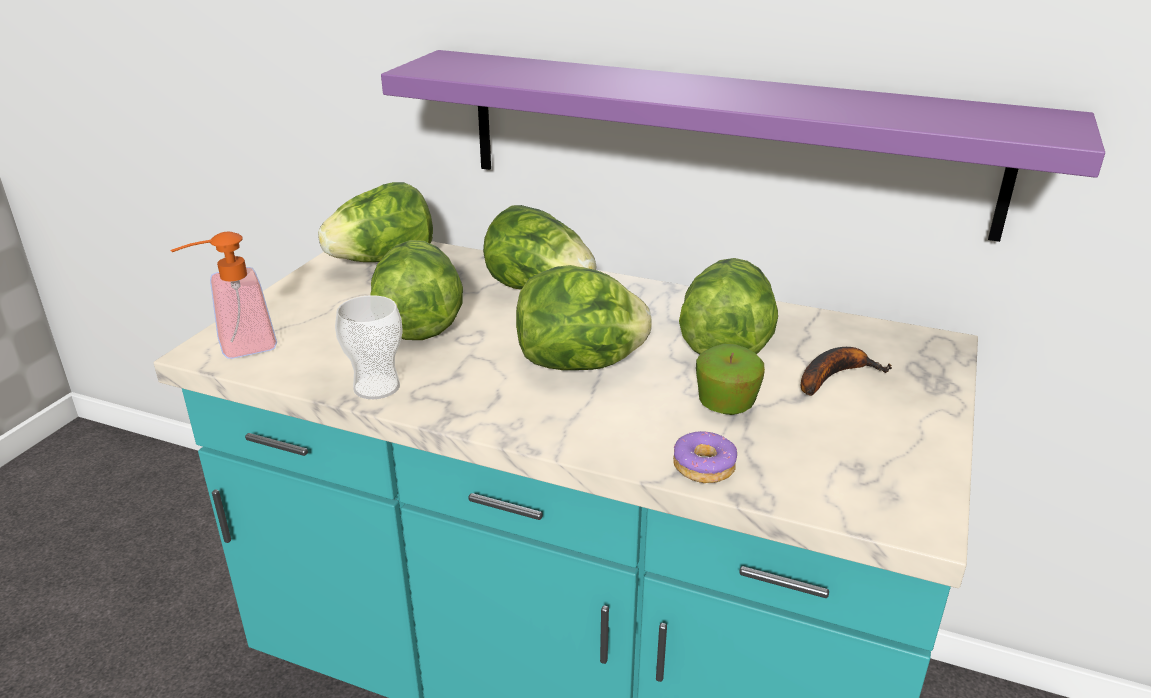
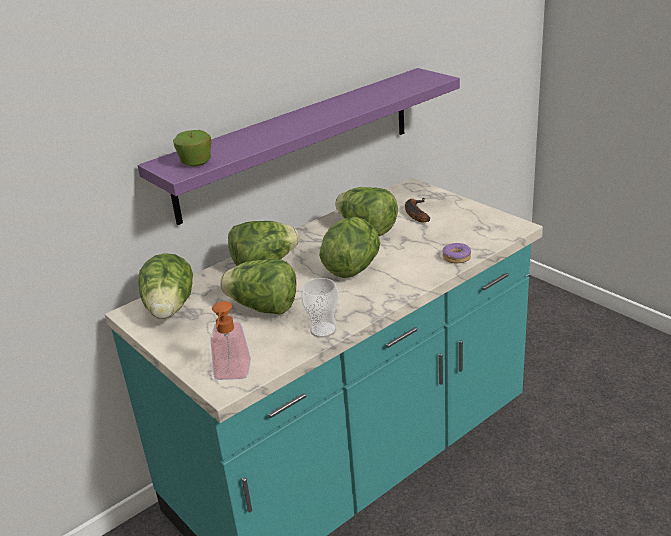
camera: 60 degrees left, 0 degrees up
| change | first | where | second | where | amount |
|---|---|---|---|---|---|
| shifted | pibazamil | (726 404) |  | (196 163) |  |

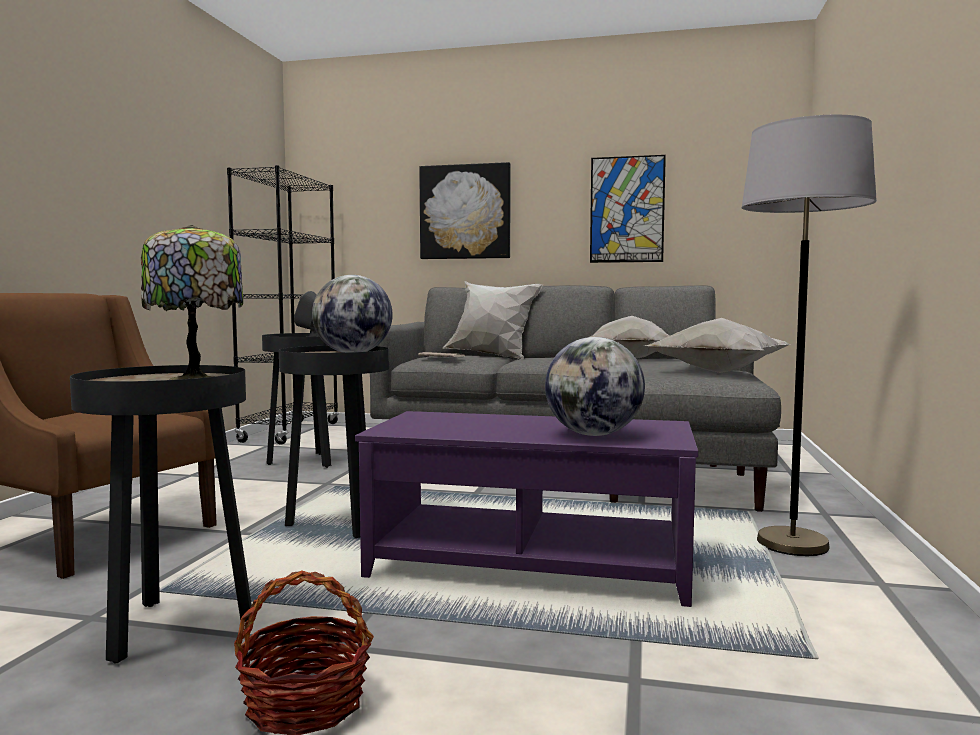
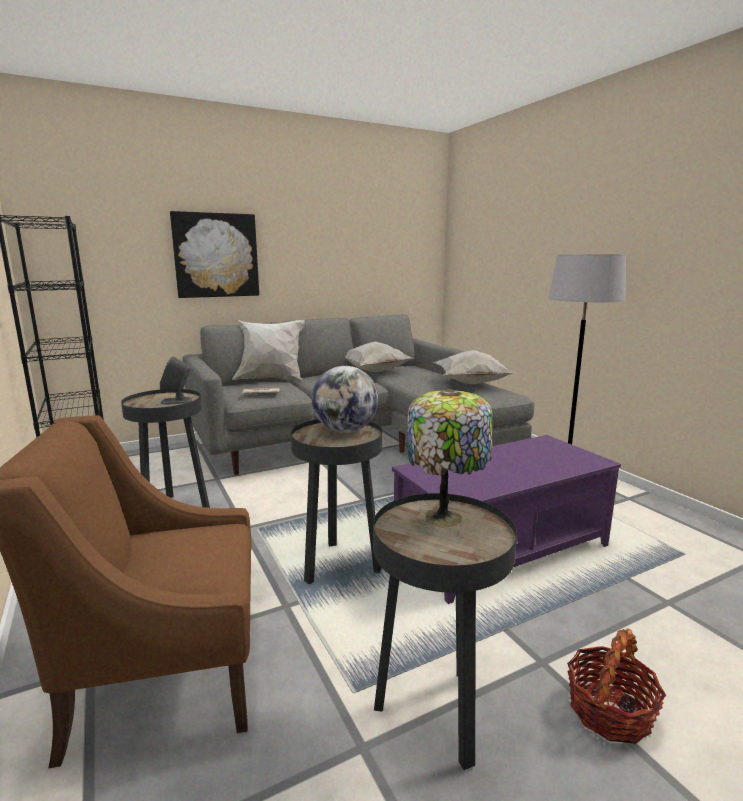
camera: 40 degrees left, 10 degrees up
| change | first | where | second | where | amount |
|---|---|---|---|---|---|
| gone | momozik | (627 209) |  |  |  |
| gone | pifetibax | (594 435) |  |  |  |

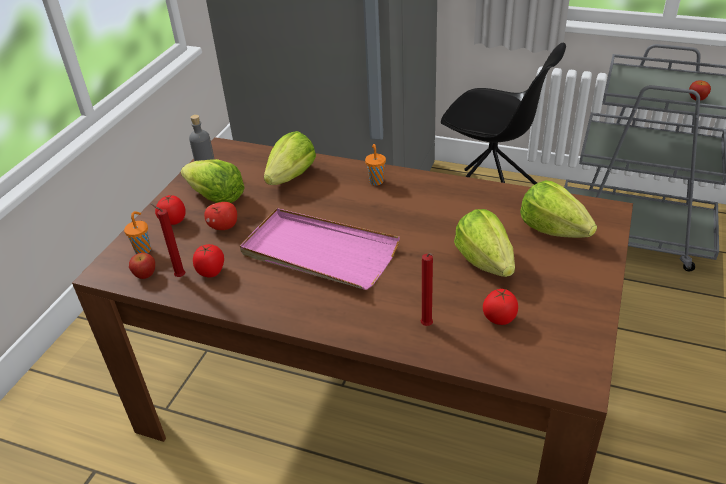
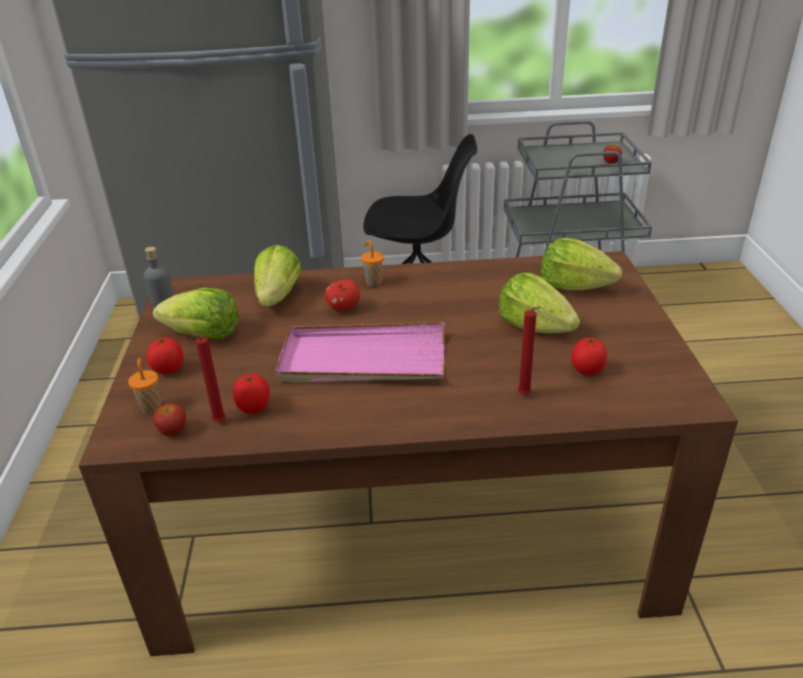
camera: 25 degrees left, 5 degrees down
| change | first | where | second | where | amount |
|---|---|---|---|---|---|
| shifted | pibazamil | (224 227) |  | (343 308) |  |

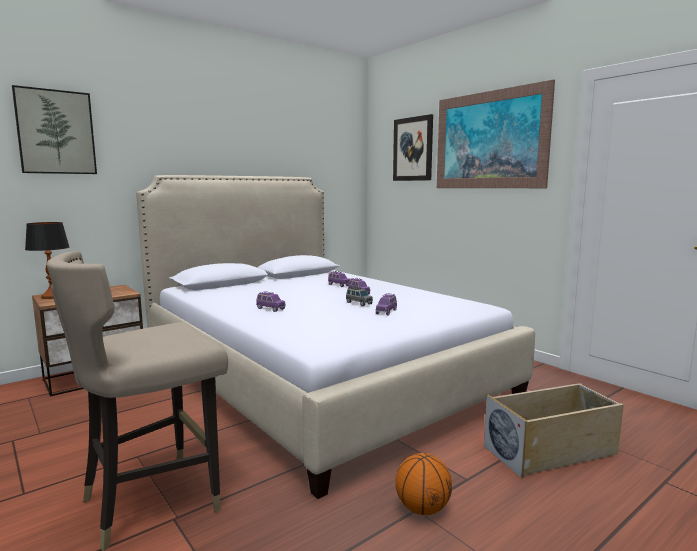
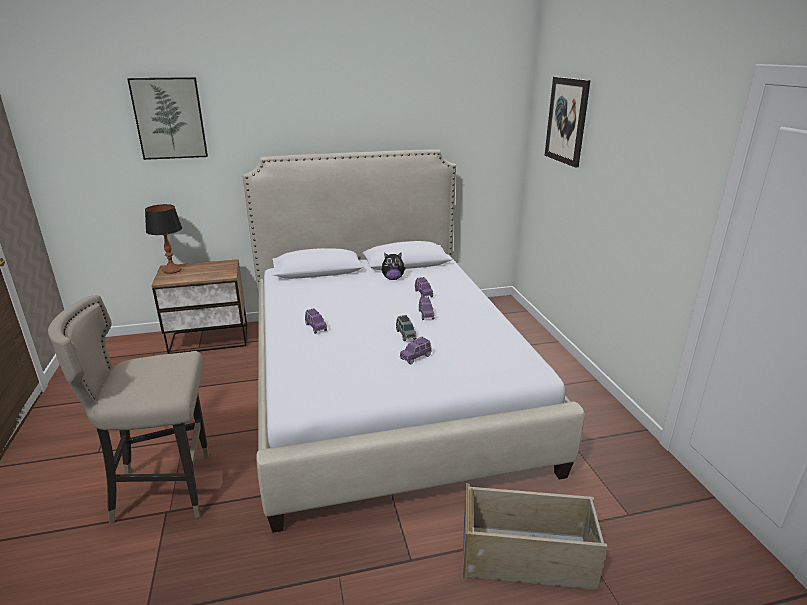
camera: 25 degrees right, 15 degrees up
| change | first | where | second | where | amount |
|---|---|---|---|---|---|
| gone | momozik | (489 140) |  |  |  |
| gone | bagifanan | (422 509) |  |  |  |
| new |  |  | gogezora | (393 278) |  |

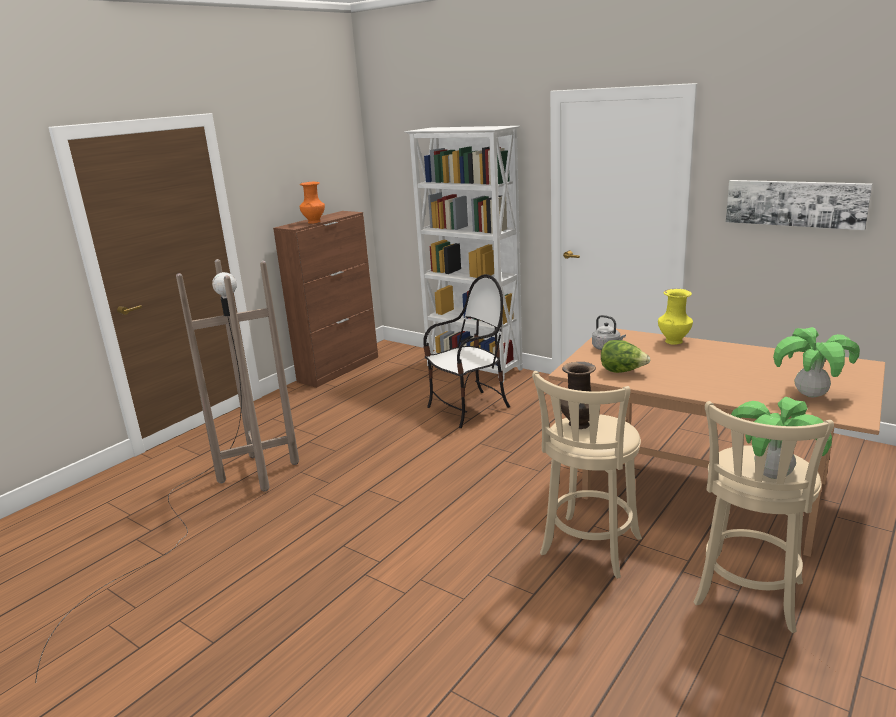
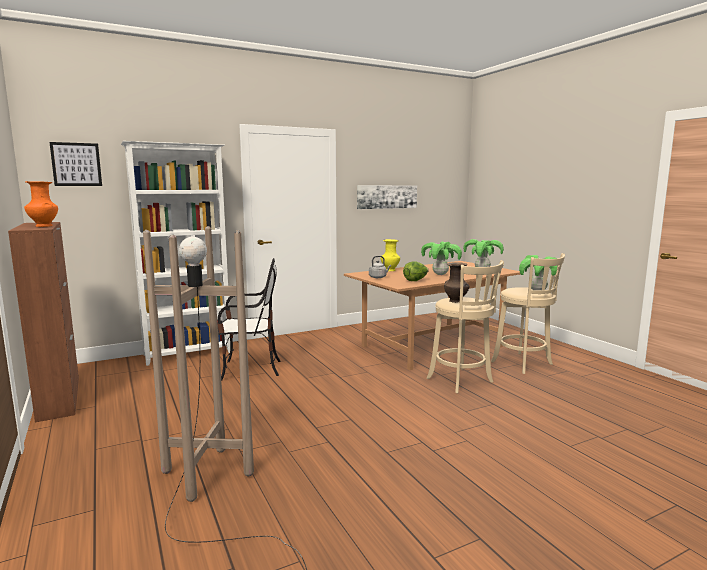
camera: 65 degrees left, 10 degrees down
| change | first | where | second | where | amount |
|---|---|---|---|---|---|
| rotated | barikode | (469 409) |  | (250 369) | 90 degrees clockwise |
| new |  |  | momozik | (76 164) |  |
| new |  |  | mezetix | (440 274) |  |

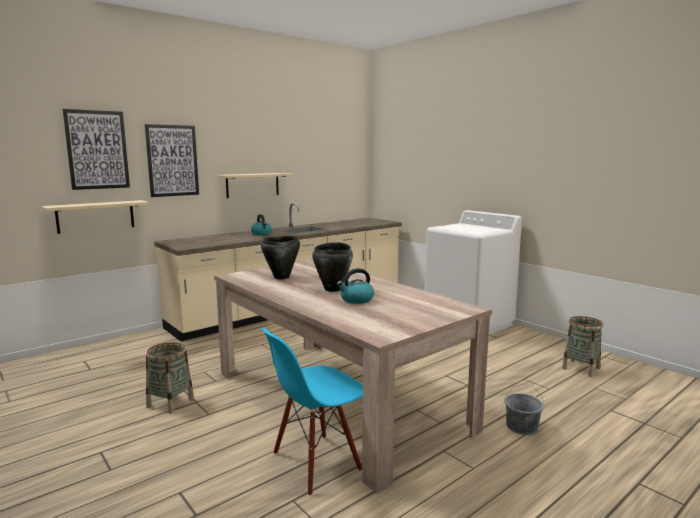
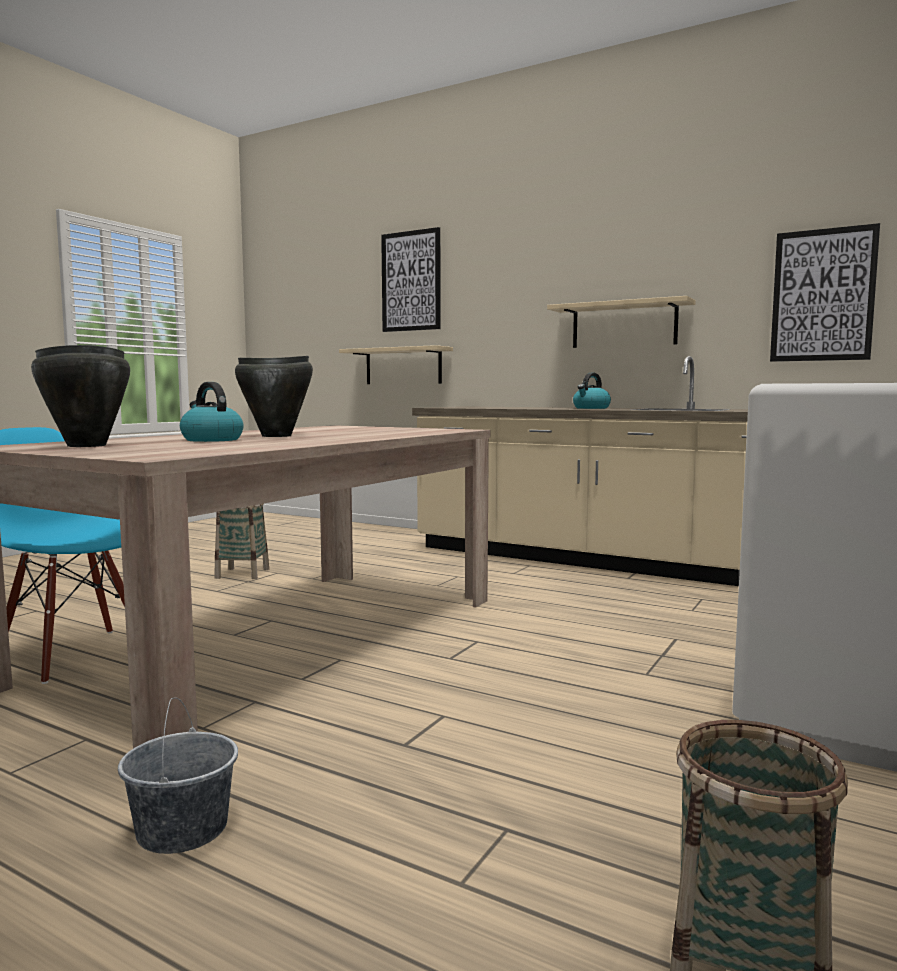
camera: 70 degrees right, 5 degrees down
| change | first | where | second | where | amount |
|---|---|---|---|---|---|
| shifted | momozik | (172 160) |  | (822 295) |  |
| shifted | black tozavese | (282 277) |  | (86 446) |  |

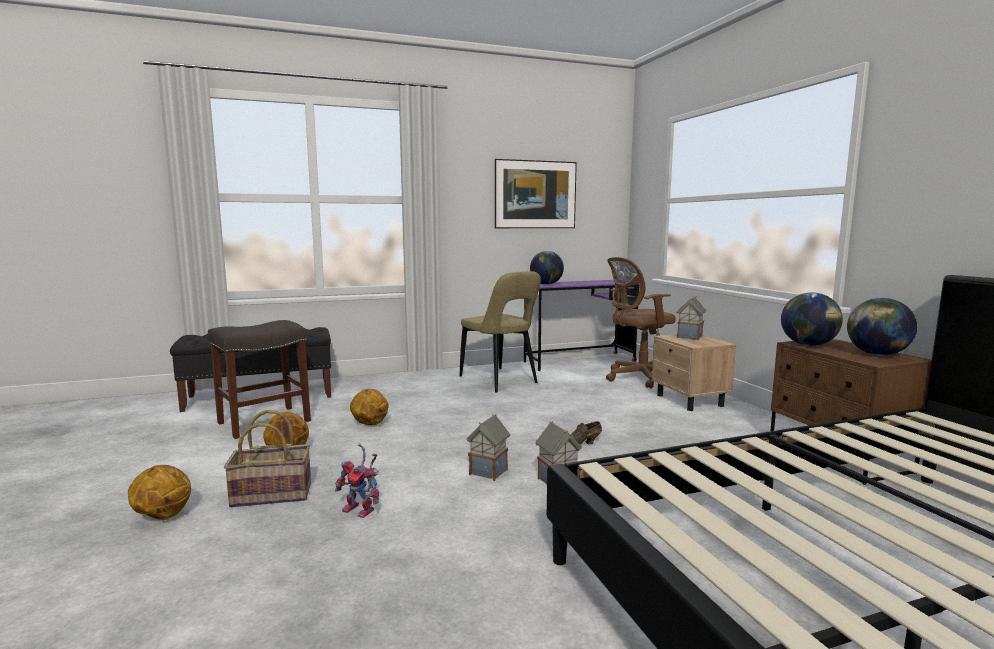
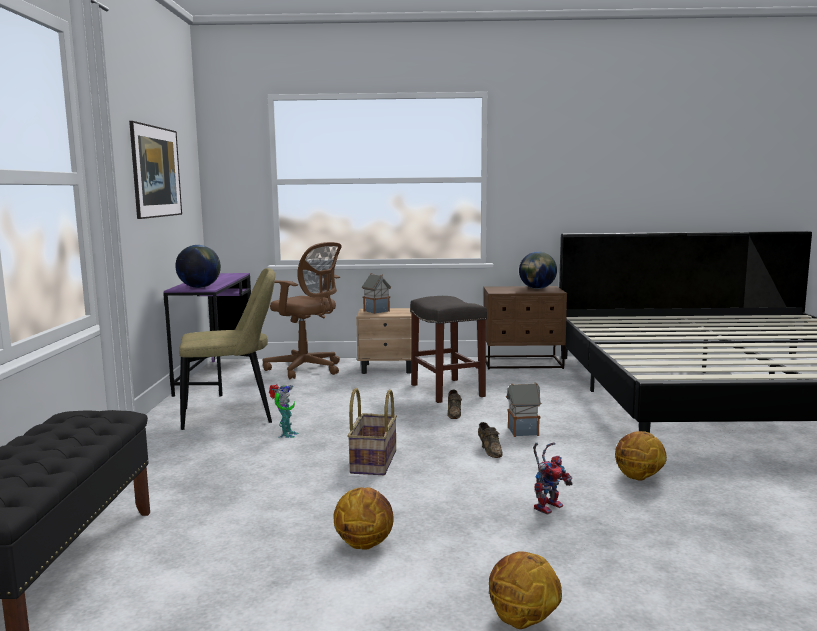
camera: 70 degrees left, 0 degrees up
| change | first | where | second | where | amount |
|---|---|---|---|---|---|
| rotated | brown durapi | (639 378) |  | (307 369) | 60 degrees counterclockwise |
| gone | pifetibax | (808 345) |  |  |  |
| shifted | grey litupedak | (263 422) |  | (448 390) |  |
| shifted | bagifanan | (369 424) |  | (638 478) |  |
| shifted | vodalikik | (272 494) |  | (372 461) |  |
| swapped | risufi | (488 471) | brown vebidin | (490 450) |  |
| new |  |  | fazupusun | (285 435) |  |

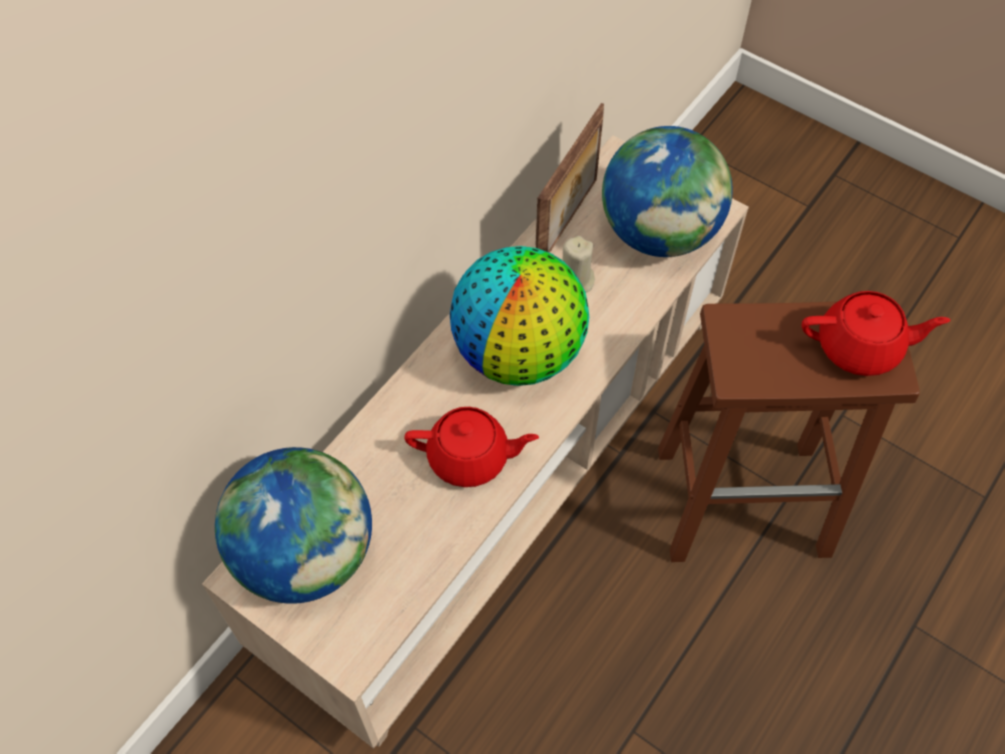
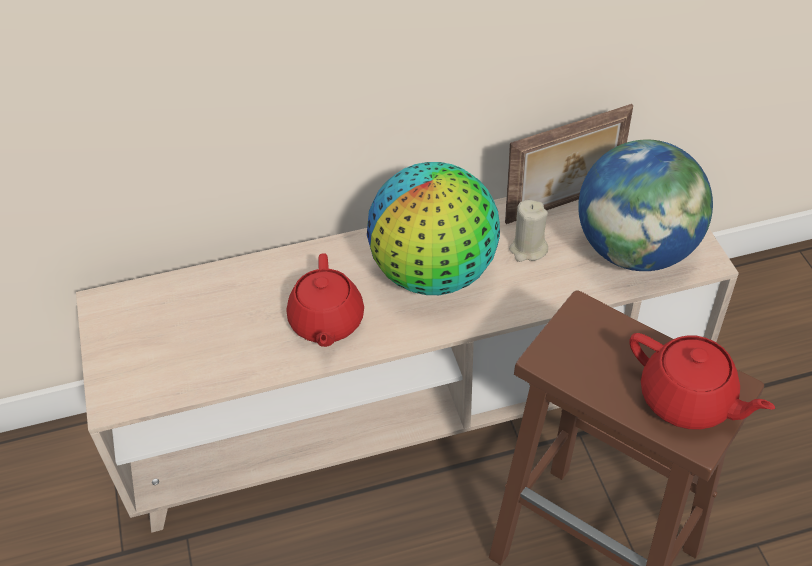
camera: 40 degrees right, 10 degrees down
| change | first | where | second | where | amount |
|---|---|---|---|---|---|
| rotated | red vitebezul | (470 457) |  | (326 322) | 45 degrees clockwise |
| gone | pifetibax | (306 554) |  |  |  |

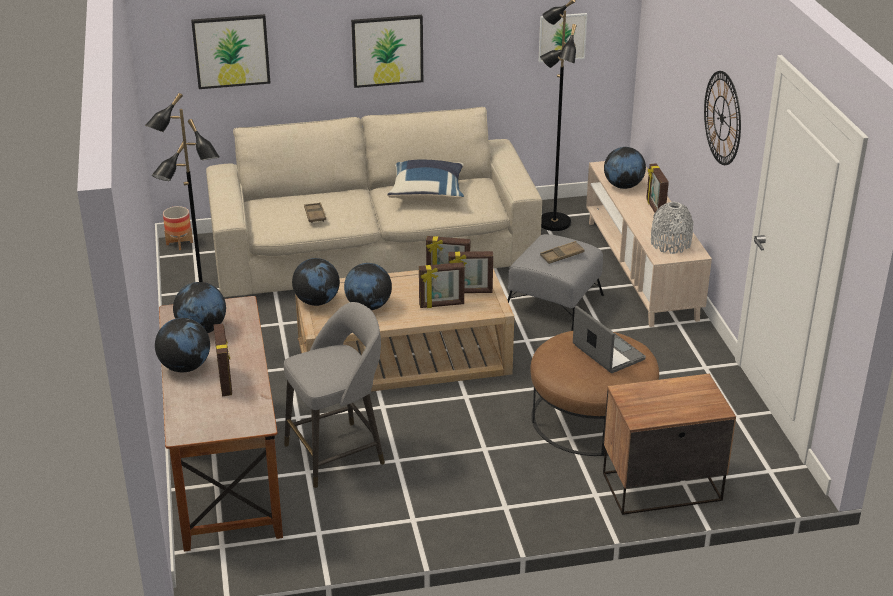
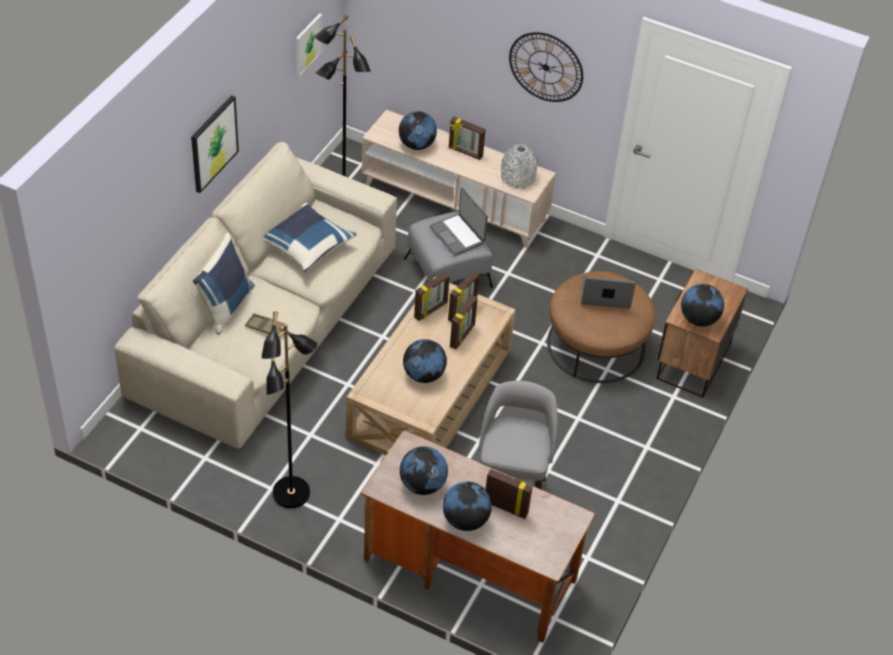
camera: 55 degrees left, 15 degrees up
| change | first | where | second | where | amount |
|---|---|---|---|---|---|
| gone | momozik | (231 51) |  |  |  |
| gone | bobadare | (179 243) |  |  |  |
| swapped | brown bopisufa | (562 255) | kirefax | (458 235) |  |
| shifted | pifetibax | (317 301) |  | (698 319) |  |
| new |  |  | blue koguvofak | (225 306) |  |

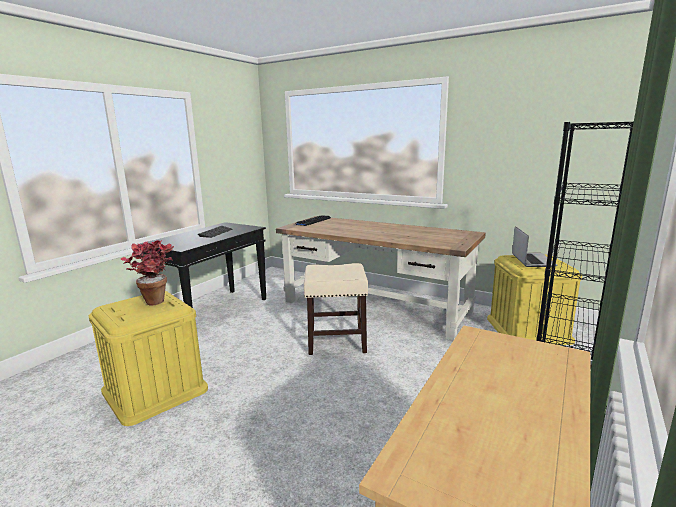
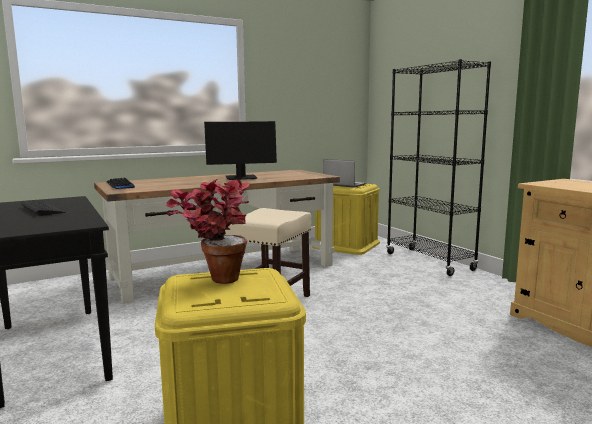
camera: 60 degrees left, 5 degrees down
| change | first | where | second | where | amount |
|---|---|---|---|---|---|
| new |  |  | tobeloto | (241 178) |  |

